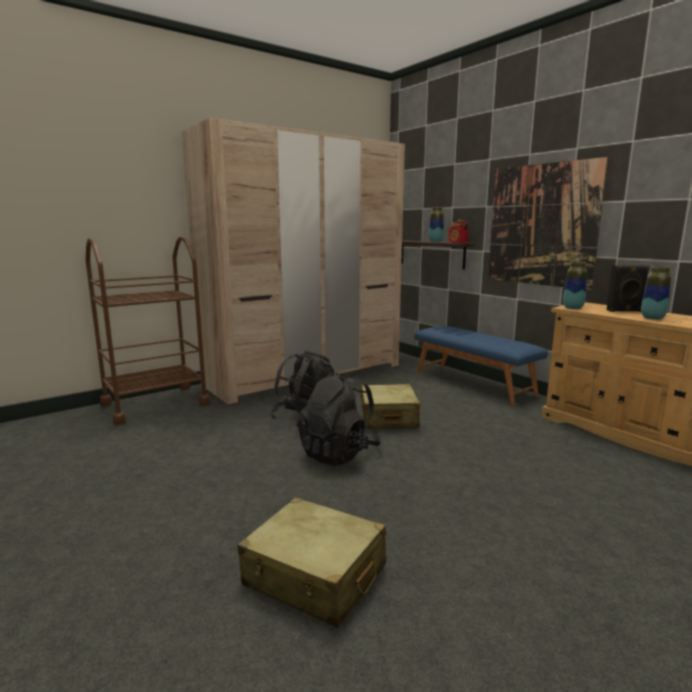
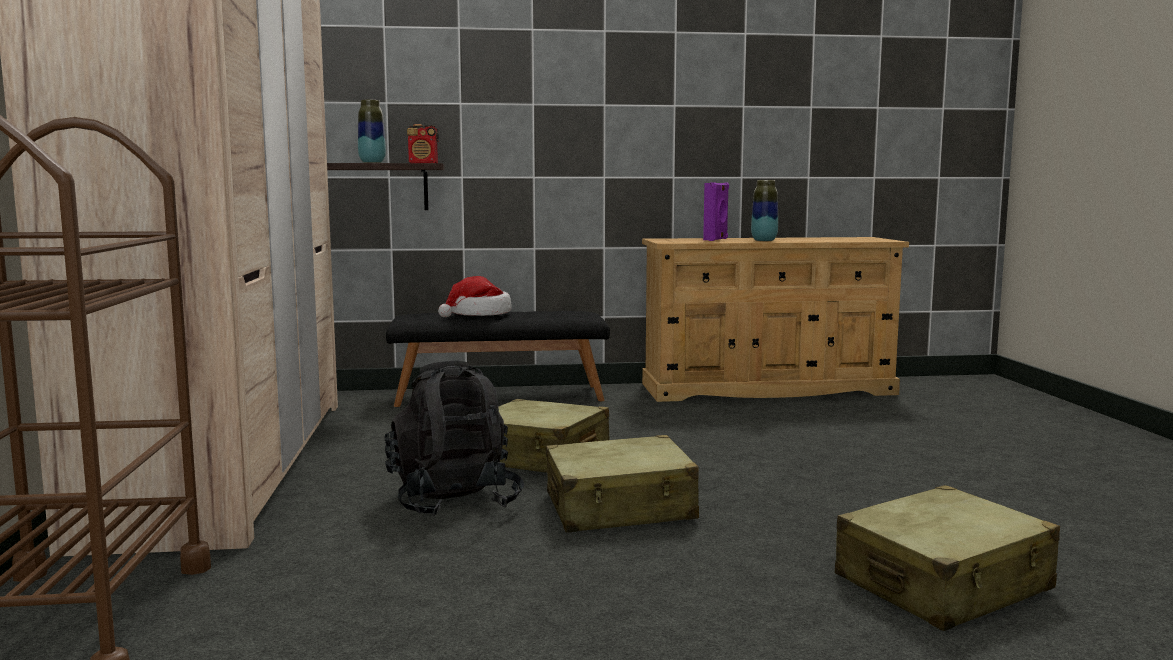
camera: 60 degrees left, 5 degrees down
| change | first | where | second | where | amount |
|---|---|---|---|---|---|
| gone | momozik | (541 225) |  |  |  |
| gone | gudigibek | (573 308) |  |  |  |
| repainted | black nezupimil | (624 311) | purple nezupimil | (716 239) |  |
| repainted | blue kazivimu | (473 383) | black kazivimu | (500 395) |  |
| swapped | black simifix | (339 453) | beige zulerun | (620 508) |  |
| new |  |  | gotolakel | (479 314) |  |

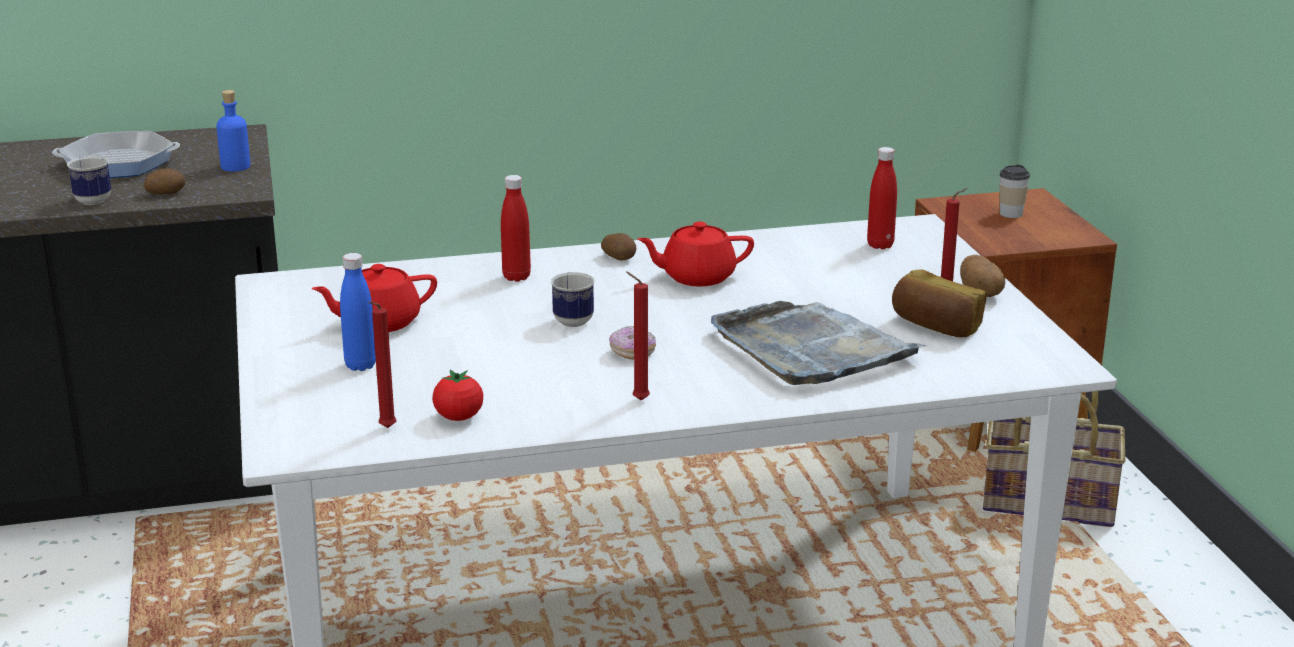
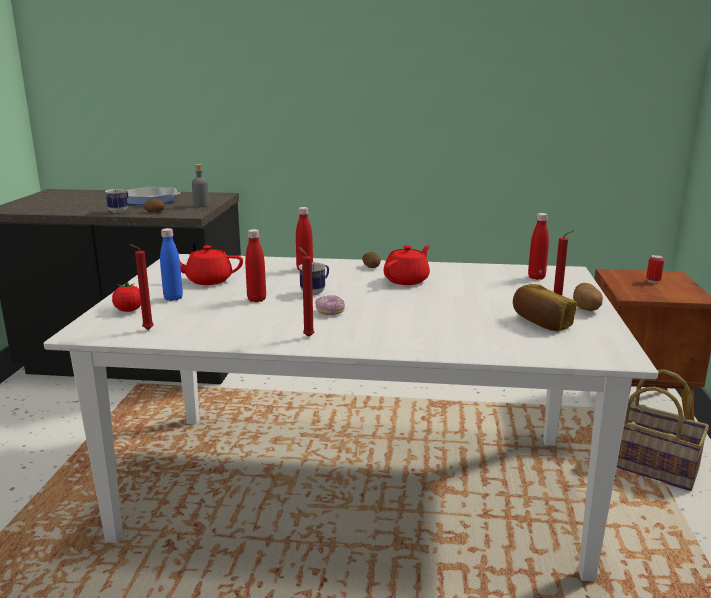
camera: 20 degrees right, 5 degrees down
| change | first | where | second | where | amount |
|---|---|---|---|---|---|
| repainted | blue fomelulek | (235 166) | grey fomelulek | (201 205) |  |
| swapped | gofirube | (1010 214) | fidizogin | (653 281) |  |
| rotated | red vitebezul | (696 277) |  | (407 280) | 120 degrees clockwise |
| gone | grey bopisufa | (811 349) |  |  |  |
| shifted | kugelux | (459 417) |  | (129 310) |  |
| new |  |  | red fomelulek | (256 299) |  |

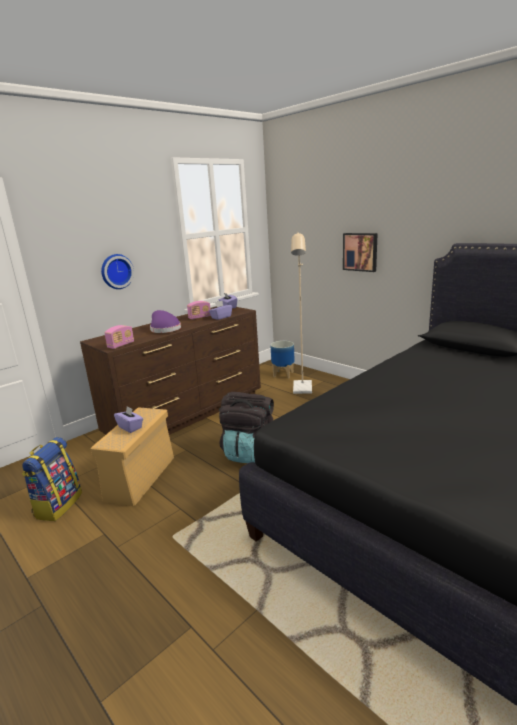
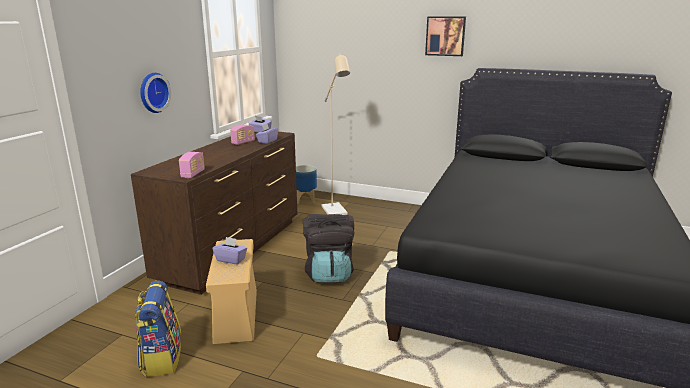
camera: 25 degrees left, 0 degrees up
| change | first | where | second | where | amount |
|---|---|---|---|---|---|
| shifted | momozik | (360 252) |  | (445 36) |  |
| gone | purple gotolakel | (164 329) |  |  |  |

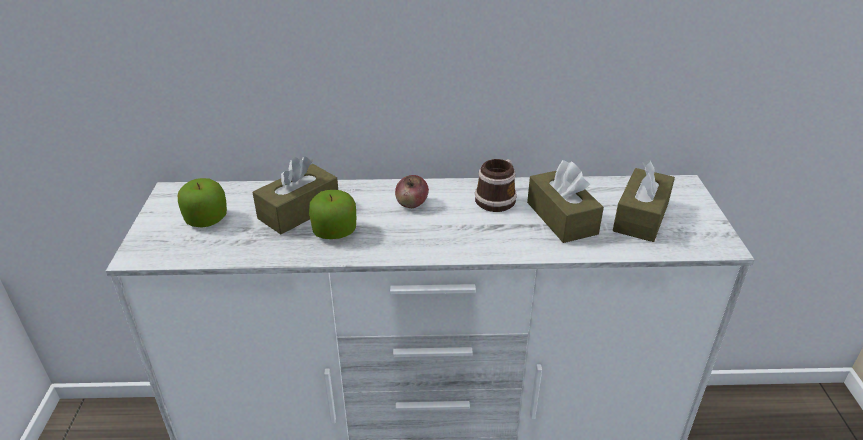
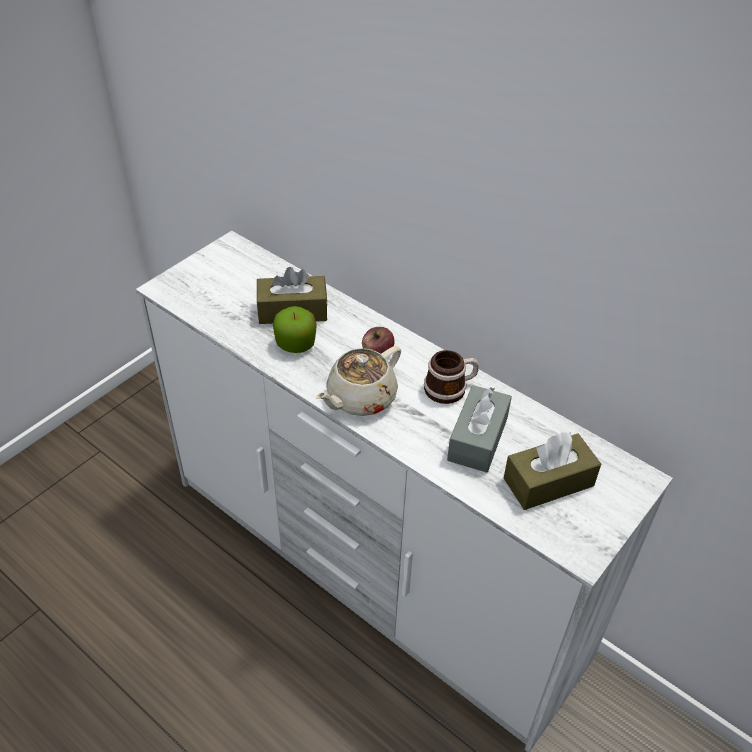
camera: 40 degrees right, 10 degrees up
| change | first | where | second | where | amount |
|---|---|---|---|---|---|
| repainted | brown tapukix | (561 218) | grey tapukix | (477 439) |  |
| gone | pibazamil | (206 219) |  |  |  |
| new |  |  | beige vitebezul | (360 398) |  |

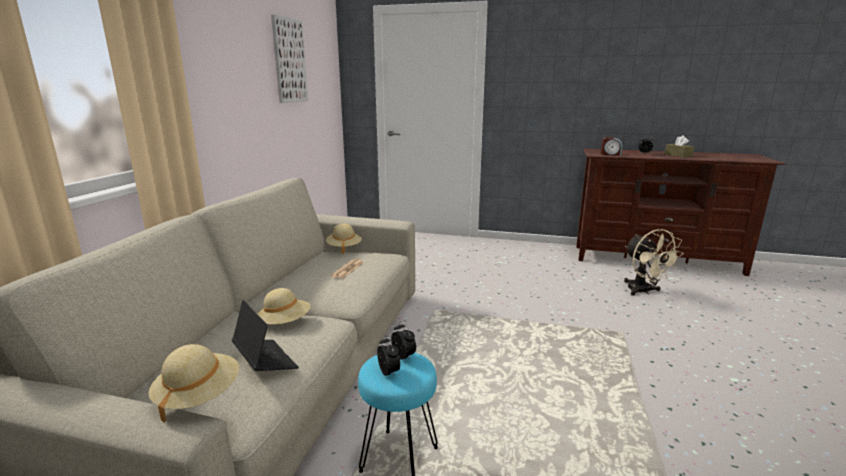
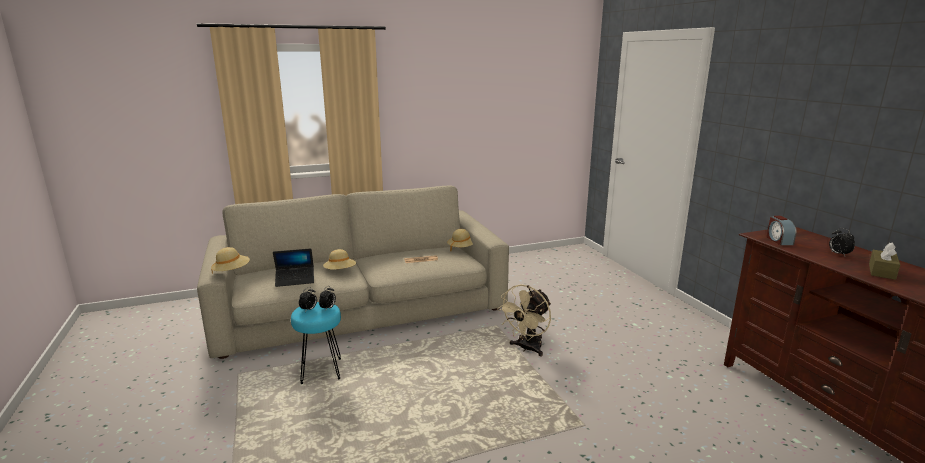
camera: 55 degrees right, 0 degrees up
| change | first | where | second | where | amount |
|---|---|---|---|---|---|
| gone | momozik | (289 61) |  |  |  |
| shifted | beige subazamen | (643 291) |  | (527 348) |  |
| rotated | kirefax | (265 361) |  | (295 280) | 60 degrees clockwise |

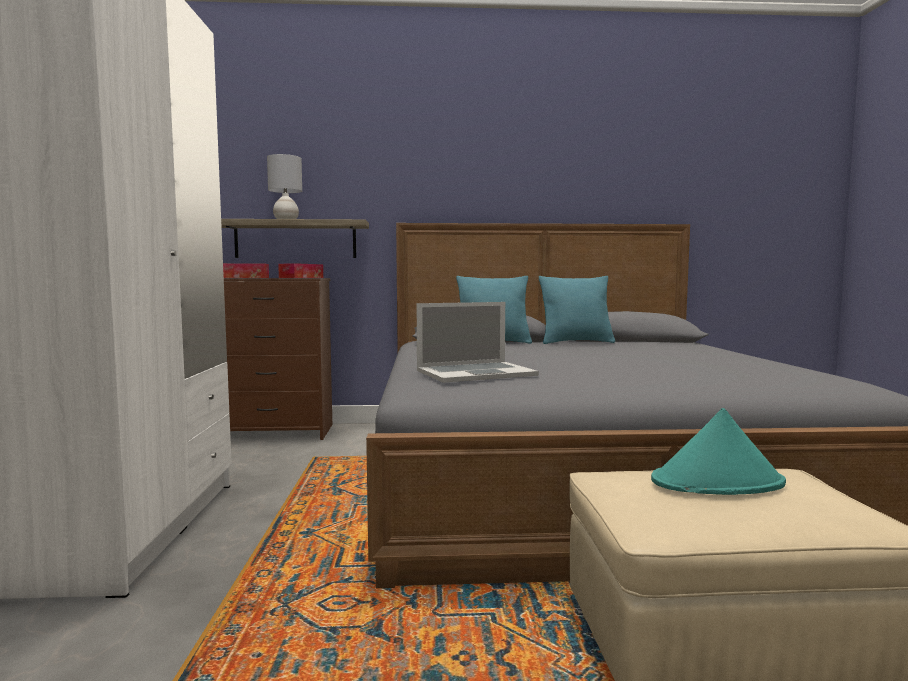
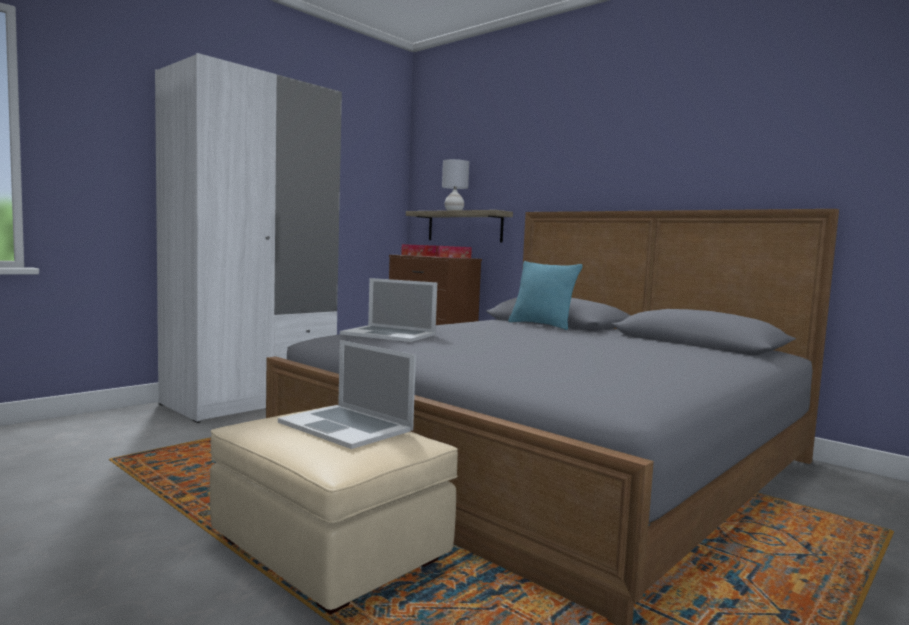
camera: 45 degrees right, 0 degrees up
| change | first | where | second | where | amount |
|---|---|---|---|---|---|
| gone | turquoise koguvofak | (576 342) |  |  |  |
| swapped | turquoise gotolakel | (718 483) | kirefax | (346 426) |  |

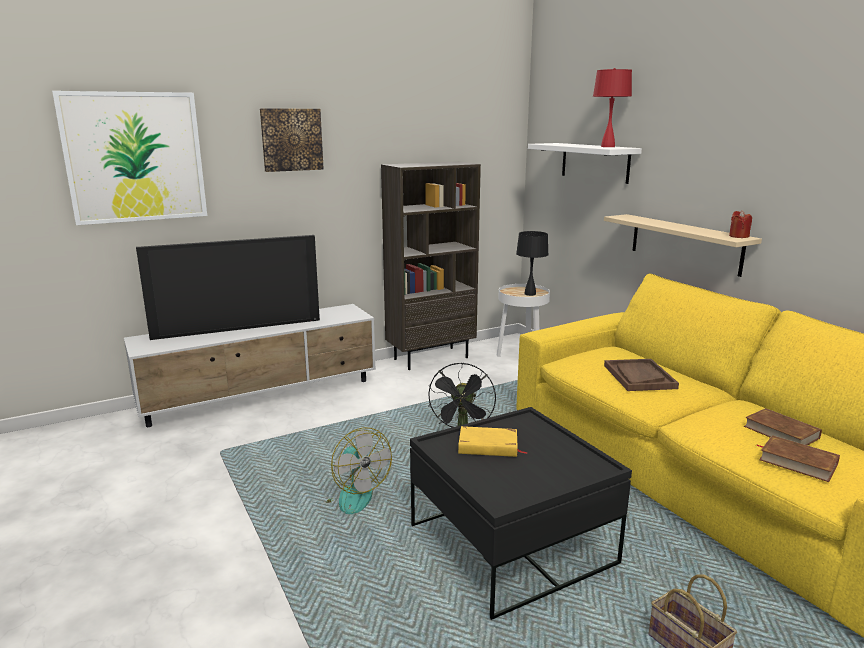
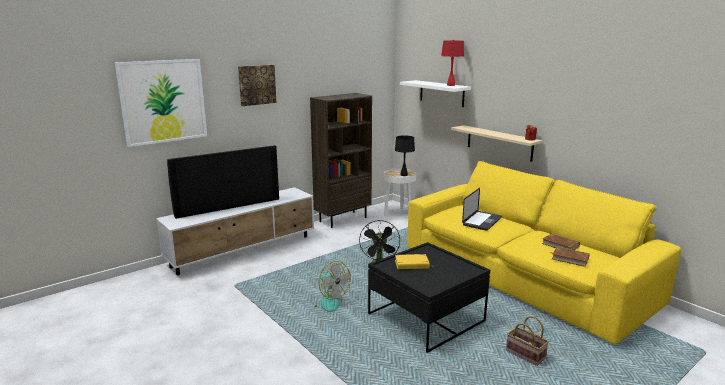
camera: 10 degrees left, 0 degrees up
| change | first | where | second | where | amount |
|---|---|---|---|---|---|
| swapped | brown bopisufa | (639 377) | kirefax | (482 221) |  |

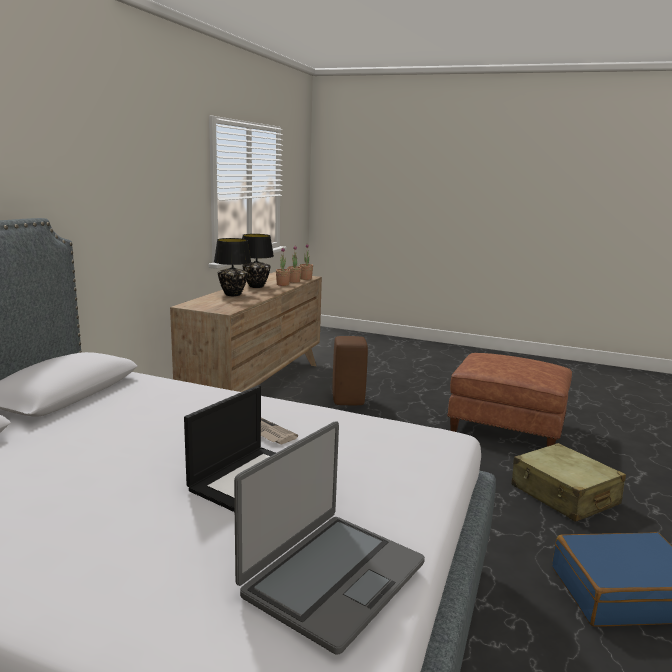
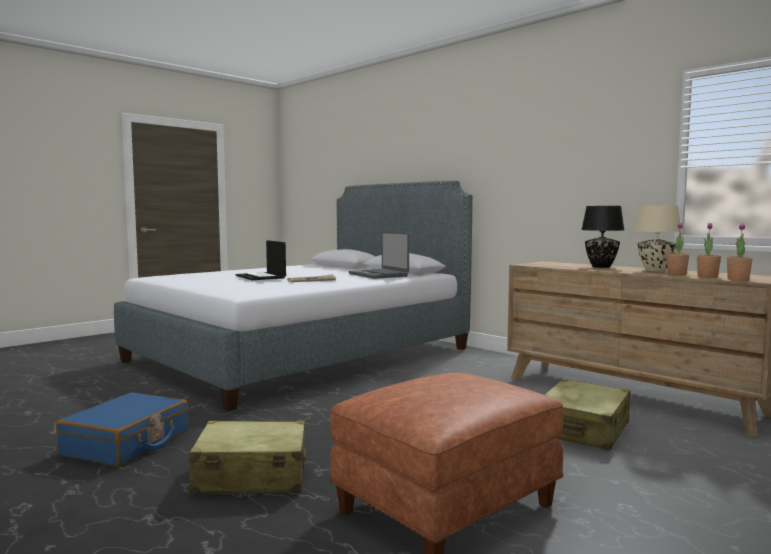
camera: 115 degrees right, 10 degrees down
| change | first | where | second | where | amount |
|---|---|---|---|---|---|
| repainted | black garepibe | (256 286) | beige garepibe | (655 270) |  |
| swapped | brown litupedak | (347 401) | beige zulerun | (583 429) |  |
| shifted | kirefax | (332 578) |  | (379 275) |  |

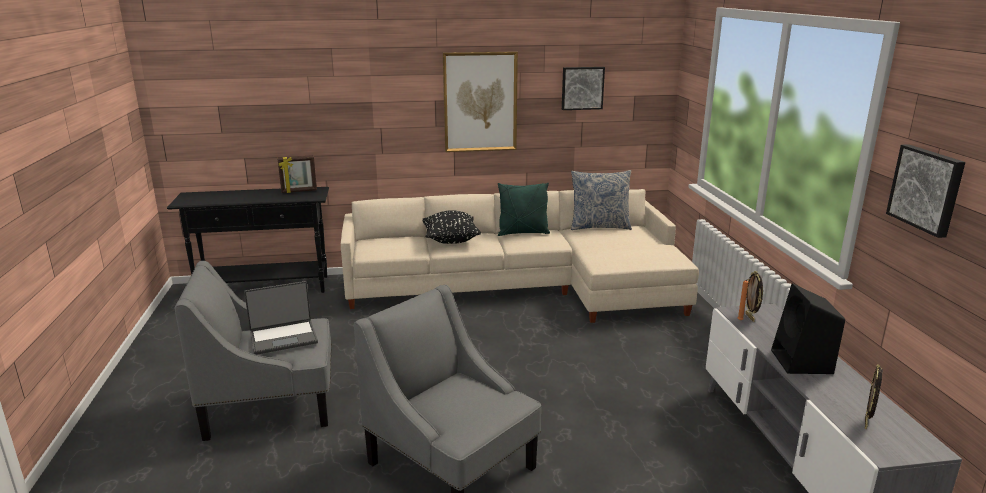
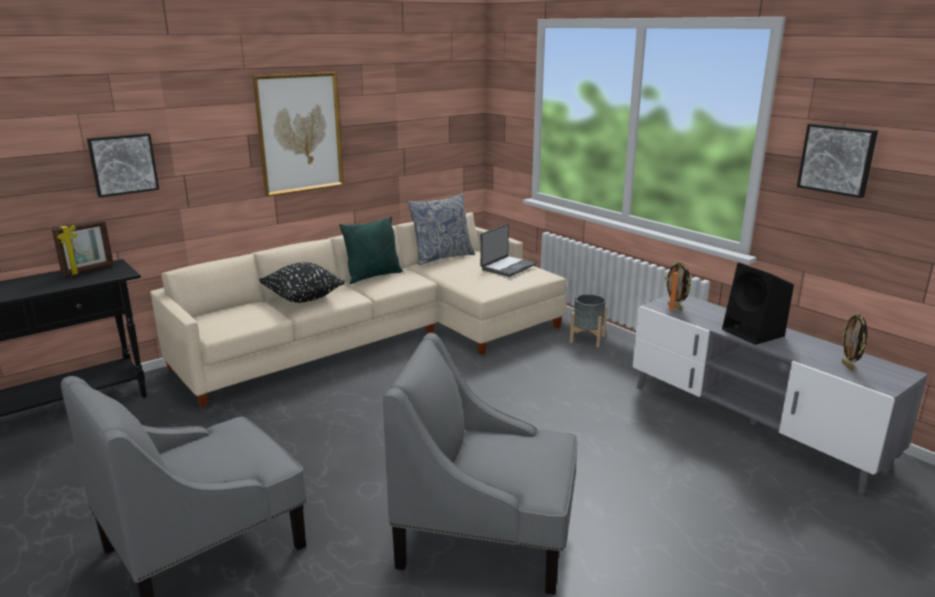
camera: 30 degrees left, 0 degrees up
| change | first | where | second | where | amount |
|---|---|---|---|---|---|
| shifted | momozik | (582 88) |  | (123 164) |  |
| shifted | kirefax | (283 338) |  | (507 267) |  |
| new |  |  | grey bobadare | (587 339) |  |

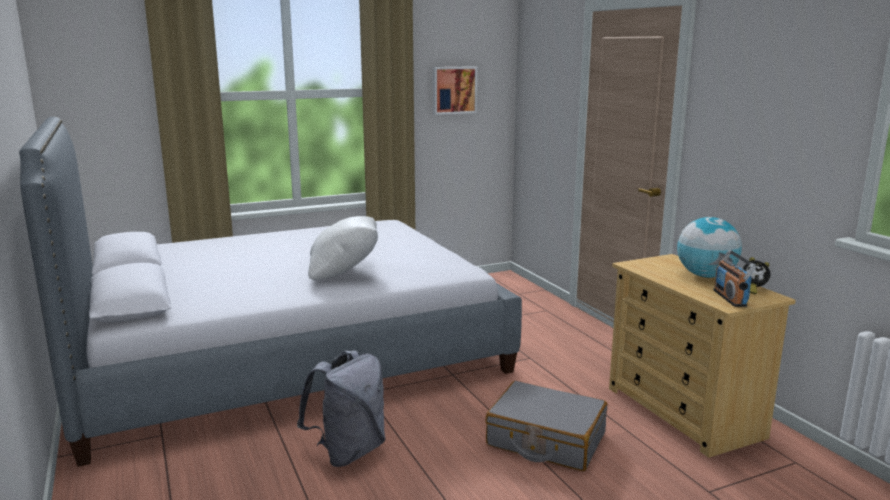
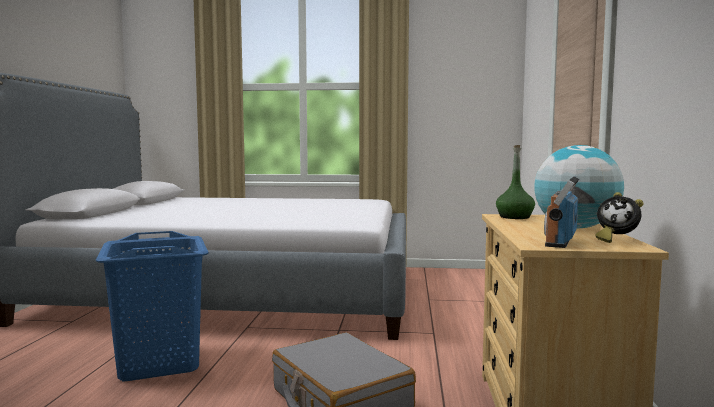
camera: 30 degrees right, 10 degrees down
| change | first | where | second | where | amount |
|---|---|---|---|---|---|
| gone | momozik | (453 90) |  |  |  |
| gone | white koguvofak | (344 272) |  |  |  |
| swapped | grey simifix | (348 452) | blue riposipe | (160 363) |  |
| new |  |  | green fomelulek | (514 217) |  |

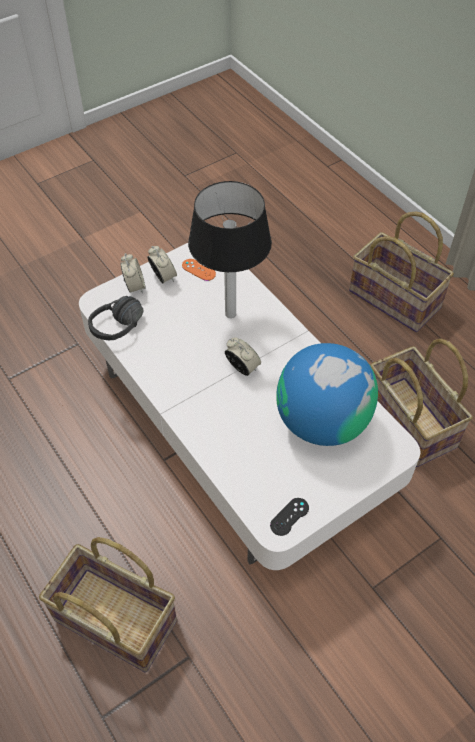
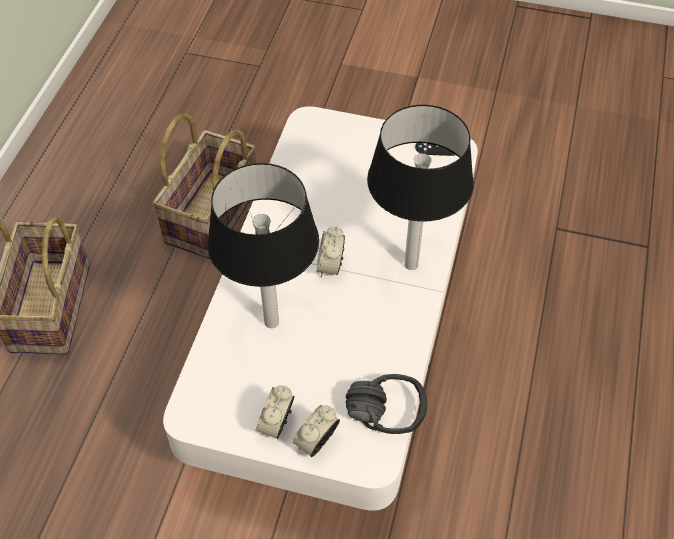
camera: 130 degrees left, 0 degrees up
| change | first | where | second | where | amount |
|---|---|---|---|---|---|
| gone | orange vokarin | (198 270) |  |  |  |
| gone | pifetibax | (322 421) |  |  |  |
| gone | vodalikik | (114 621) |  |  |  |
| new |  |  | garepibe | (412 264) |  |

